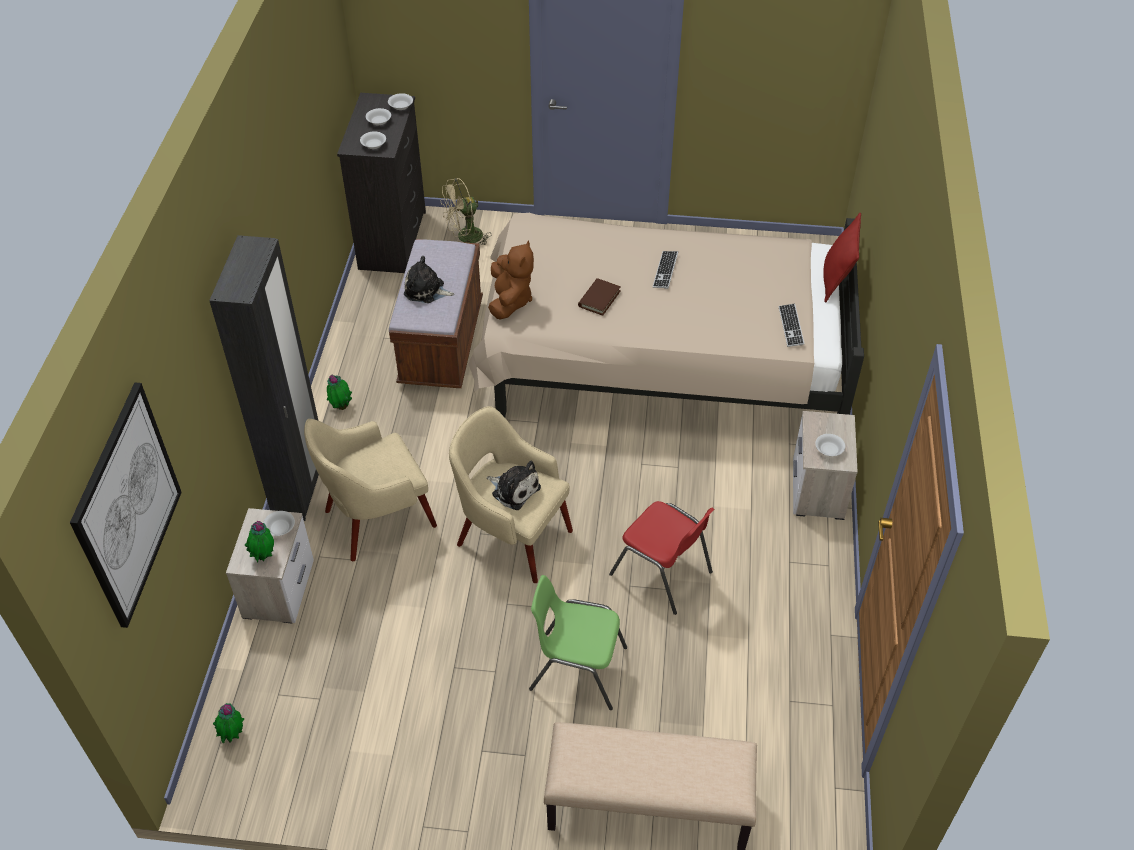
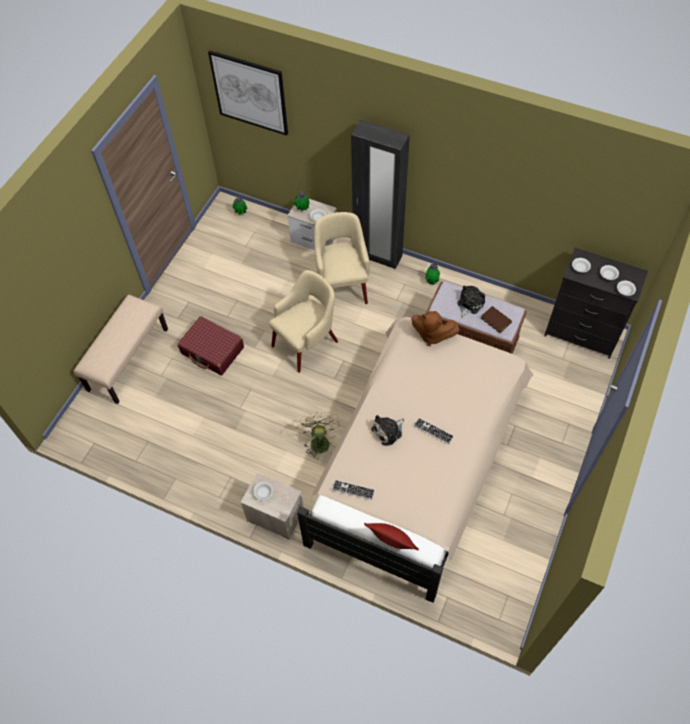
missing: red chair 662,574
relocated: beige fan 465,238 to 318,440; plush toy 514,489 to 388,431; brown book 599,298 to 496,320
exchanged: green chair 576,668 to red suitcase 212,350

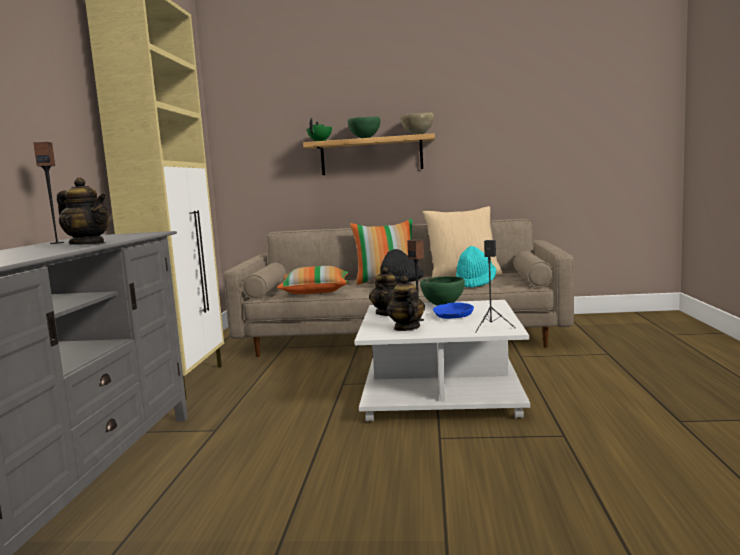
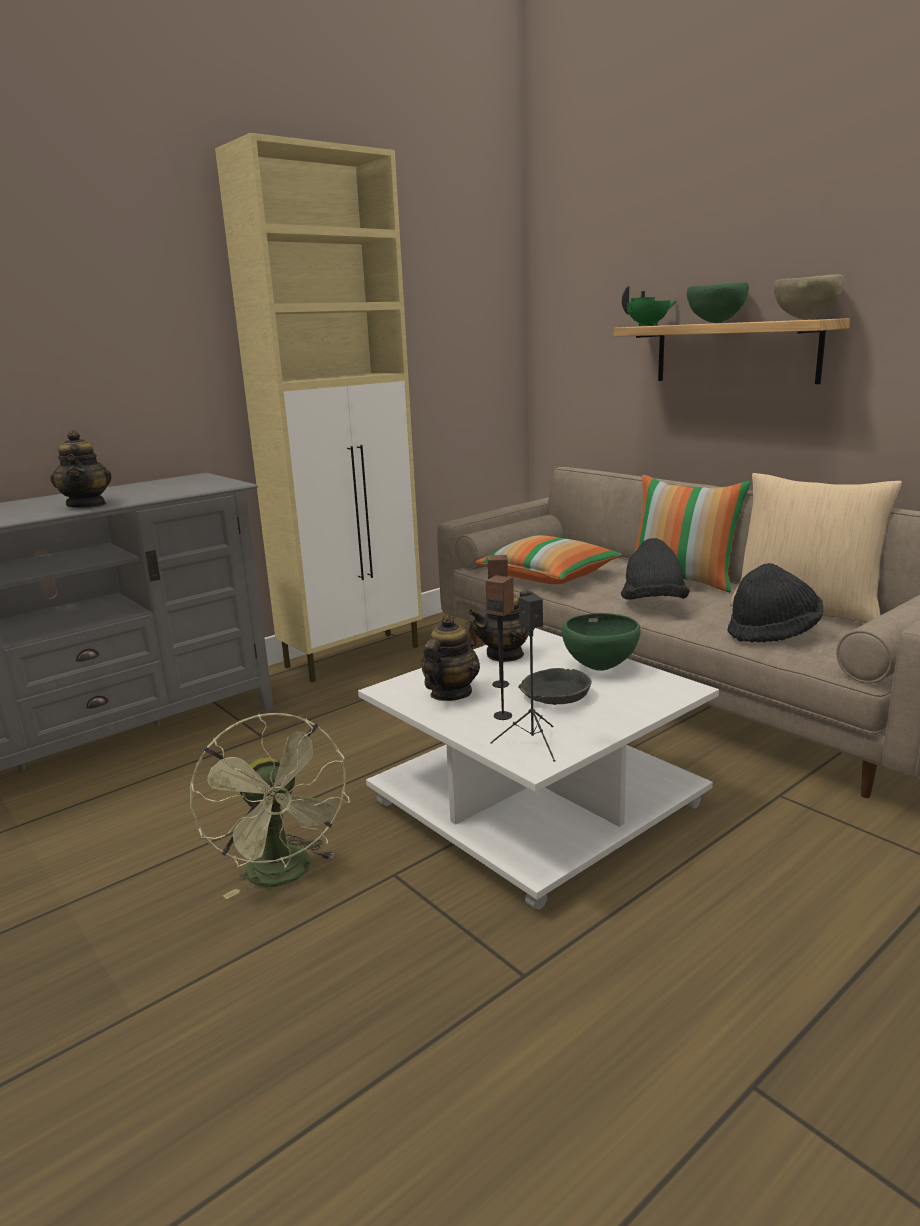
appeared: green fan 285,876
relocated: speaker 57,243 to 503,715
colour: blue bowl 453,316 to grey bowl 554,695; turquoise hat 475,283 to black hat 773,633

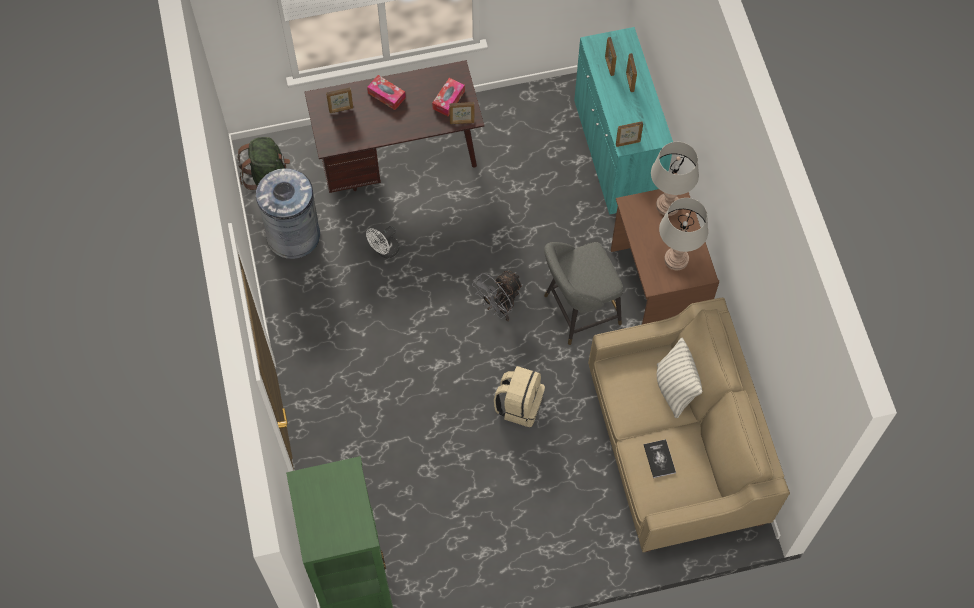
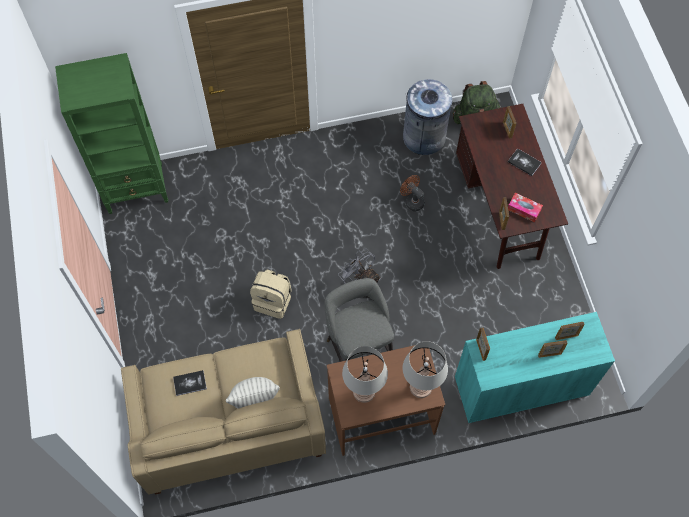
exchanged: tissue box 386,95 to book 524,162
colour: white fan 384,251 to brown fan 412,201

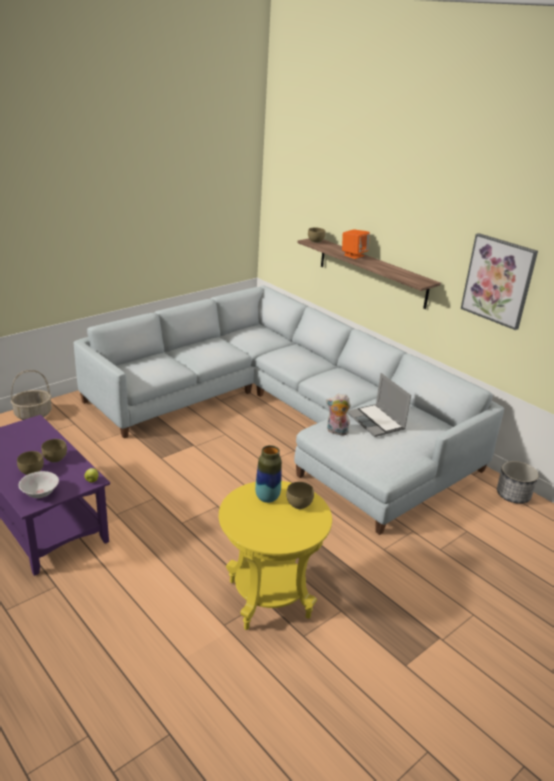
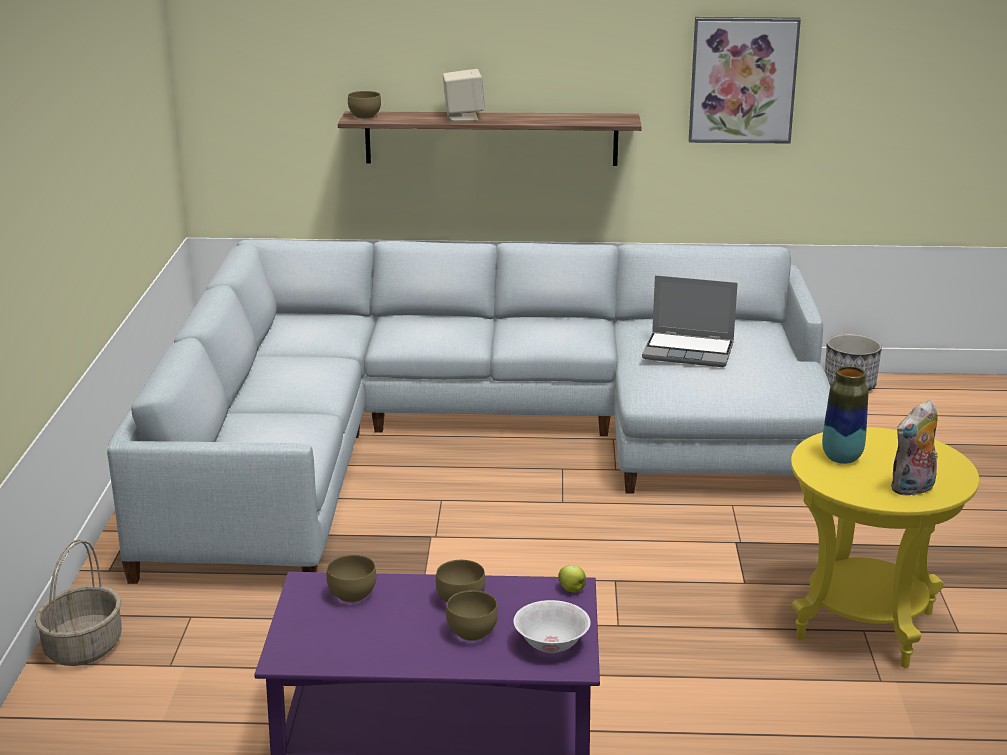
relocated: brown bowl 299,504 to 351,594; plush toy 336,431 to 913,489
colour: orange speaker 354,255 to beige speaker 463,117

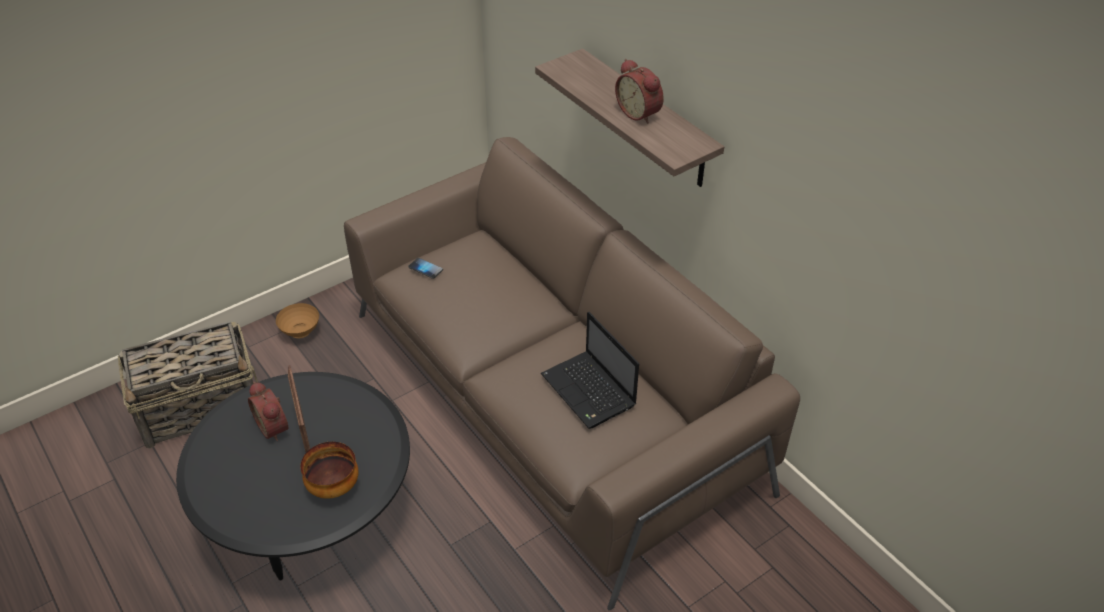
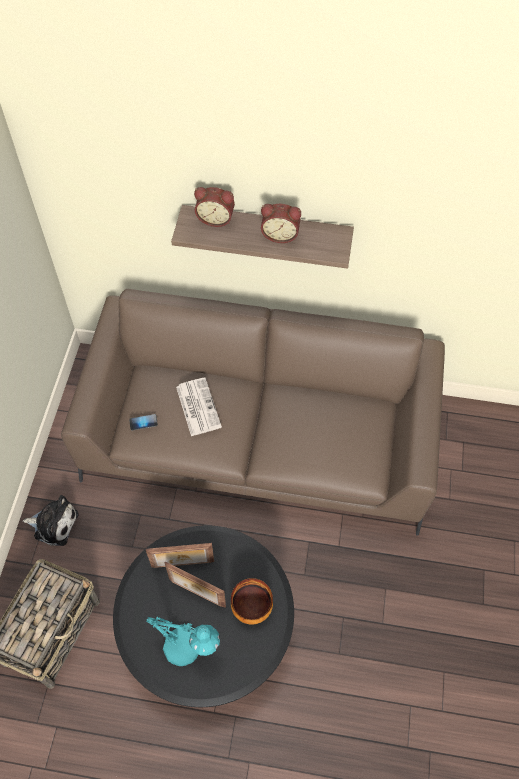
missing: laptop 590,392
appeared: picture frame 182,565; turquoise table lamp 190,650; newspaper 197,406
relocated: alarm clock 275,426 to 216,218
exchanged: brown bowl 301,332 to plush toy 53,524

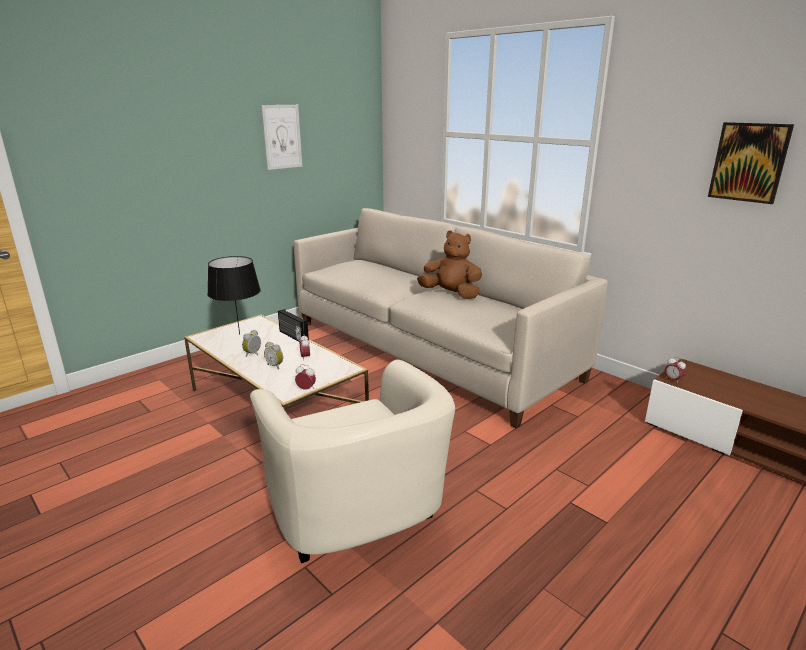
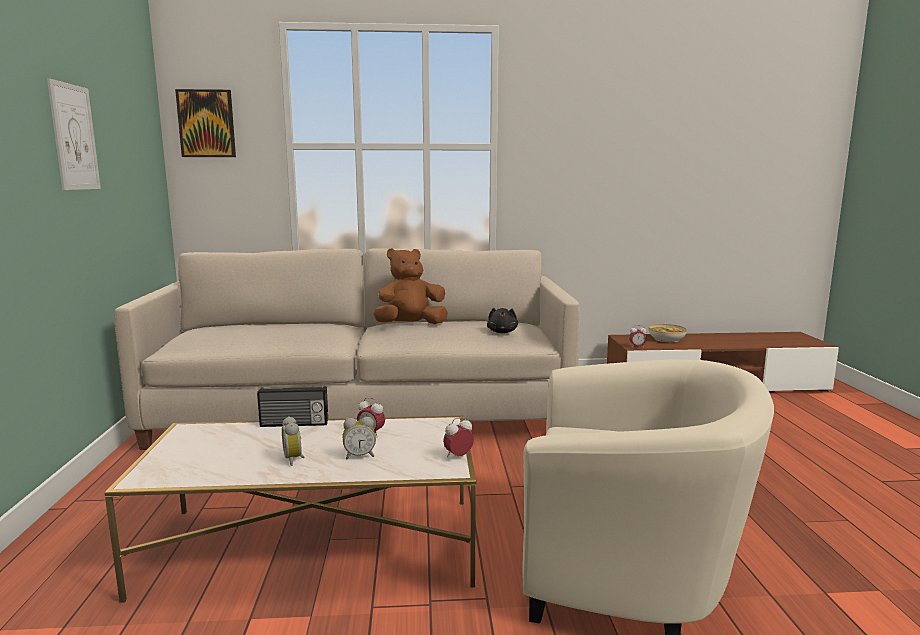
missing: black table lamp 239,334
appeared: black plush toy 502,332; bowl 666,339
relocated: picture 749,162 to 206,124

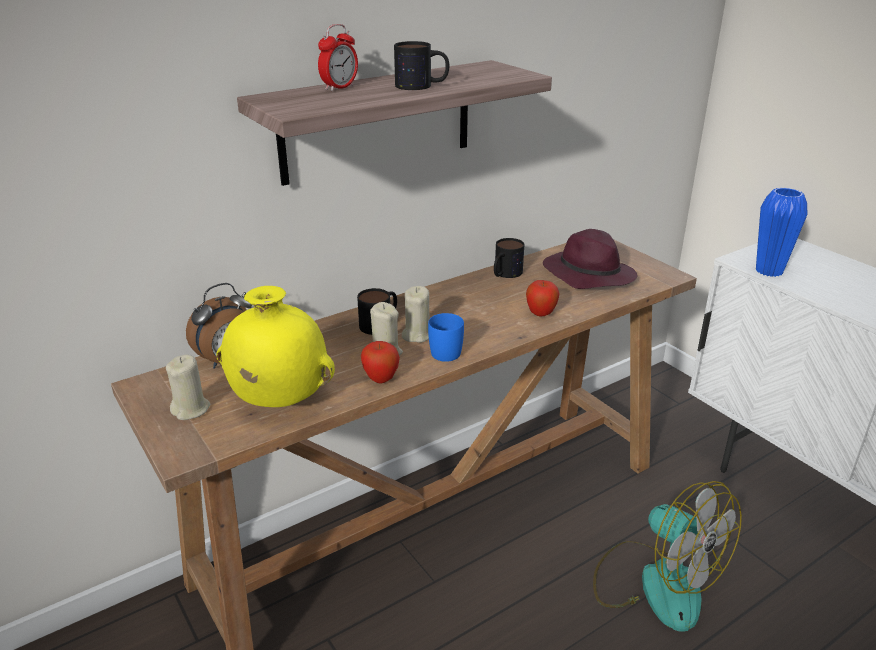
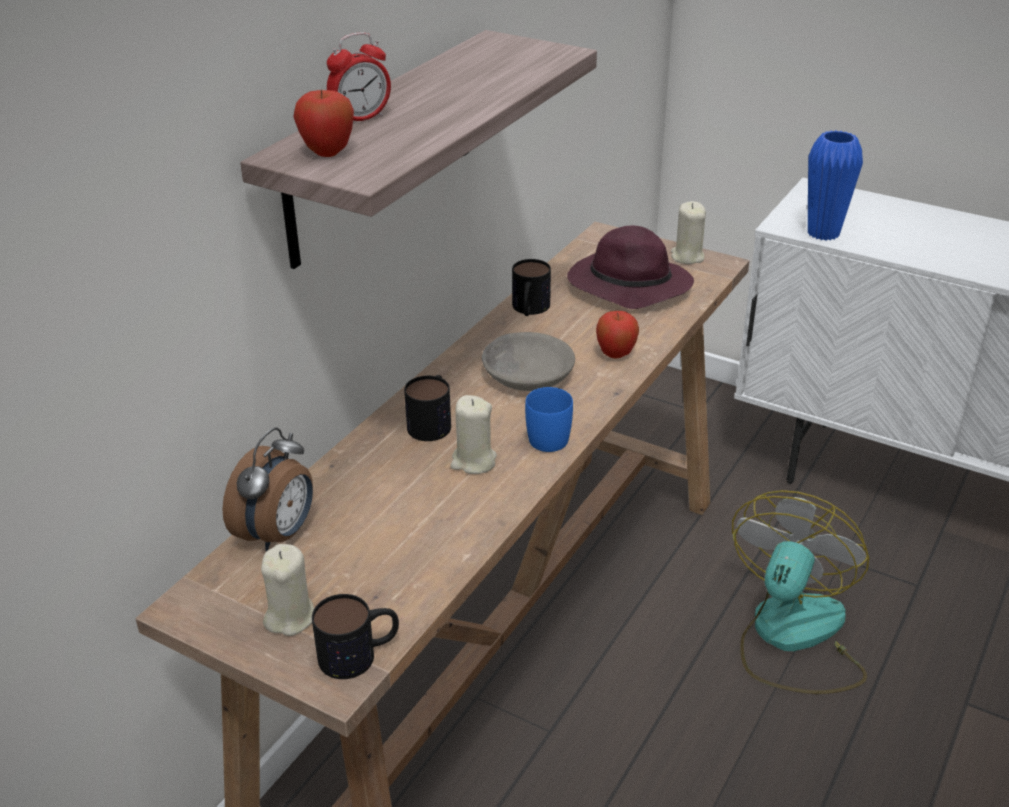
missing: yellow vase 279,401
appeared: grey bowl 527,374
relocated: apple 381,379 to 327,153; mug 422,86 to 359,654; beige candle 416,335 to 687,256
spun: alarm clock 339,88 = 361,118 45 degrees clockwise; fan 656,582 = 792,638 90 degrees counterclockwise

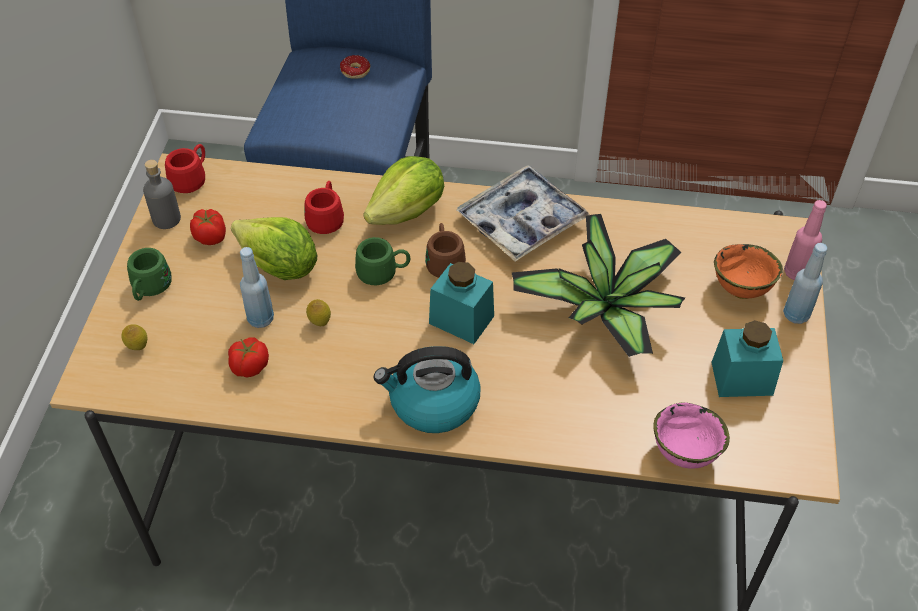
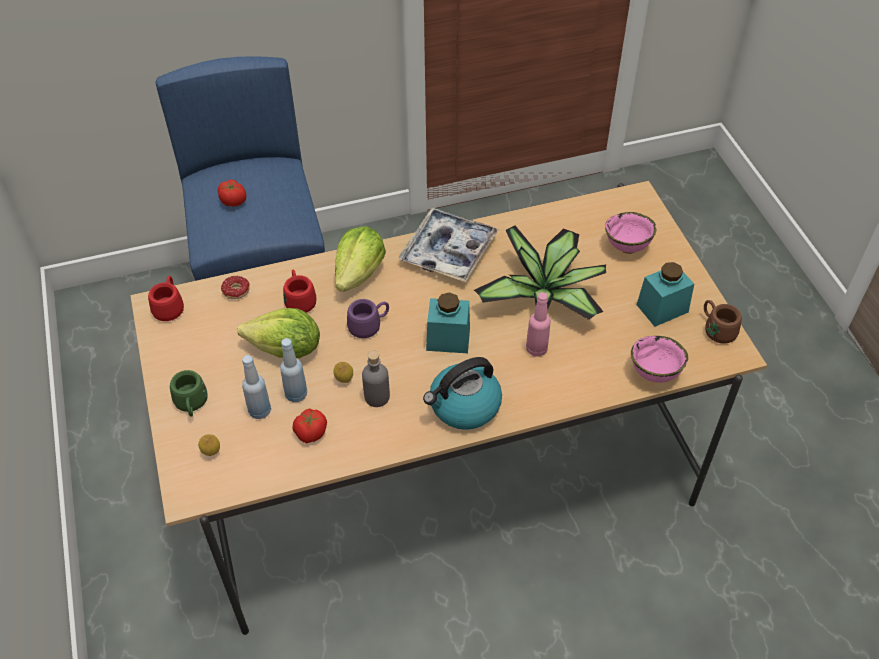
relocated: tomato 211,237 to 233,201; donut 353,75 to 236,295; blue bottle 795,315 to 260,411; grey bottle 166,219 to 377,397; pink bottle 796,272 to 536,349; brown mug 444,261 to 716,329
colour: green mug 383,273 to purple mug 369,326; orange bowl 740,289 to pink bowl 626,247

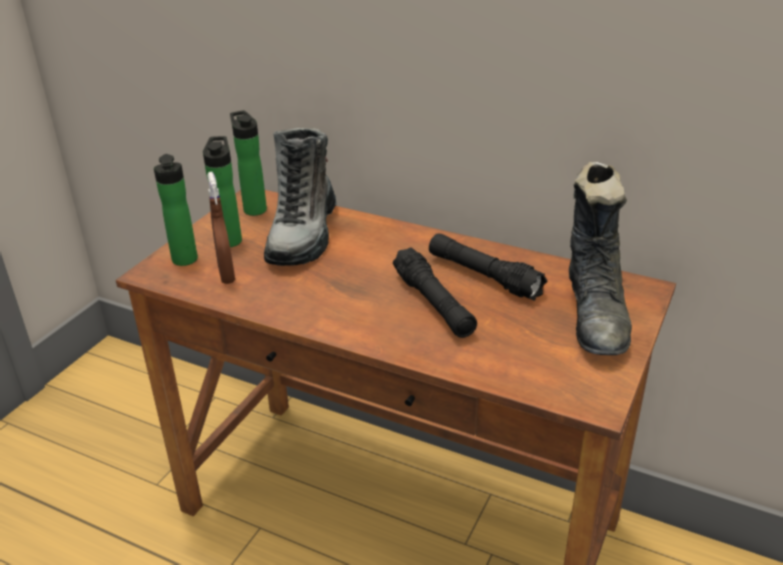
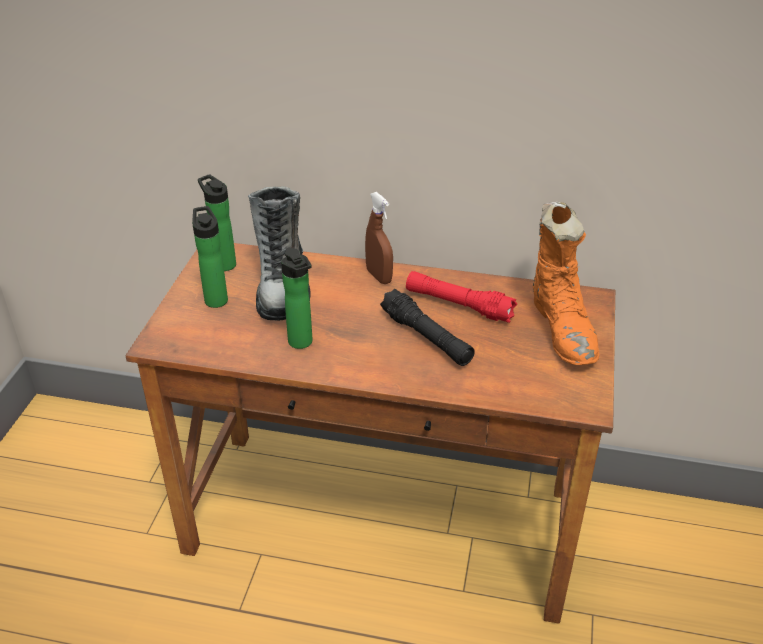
relocated: bottle 185,261 to 302,343; brown spray bottle 226,275 to 379,276
colour: black flashlight 483,276 to red flashlight 458,305; black boot 596,316 to orange boot 562,329

